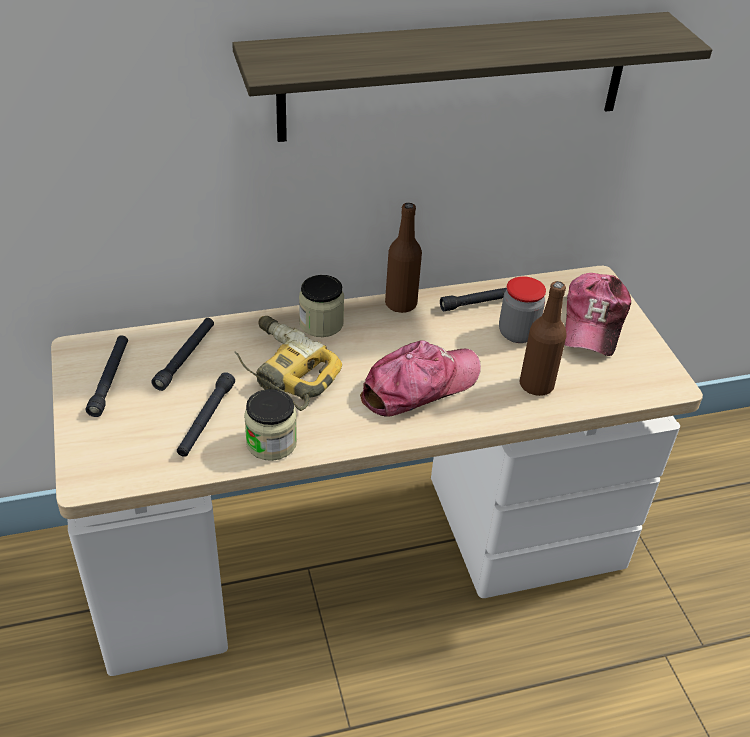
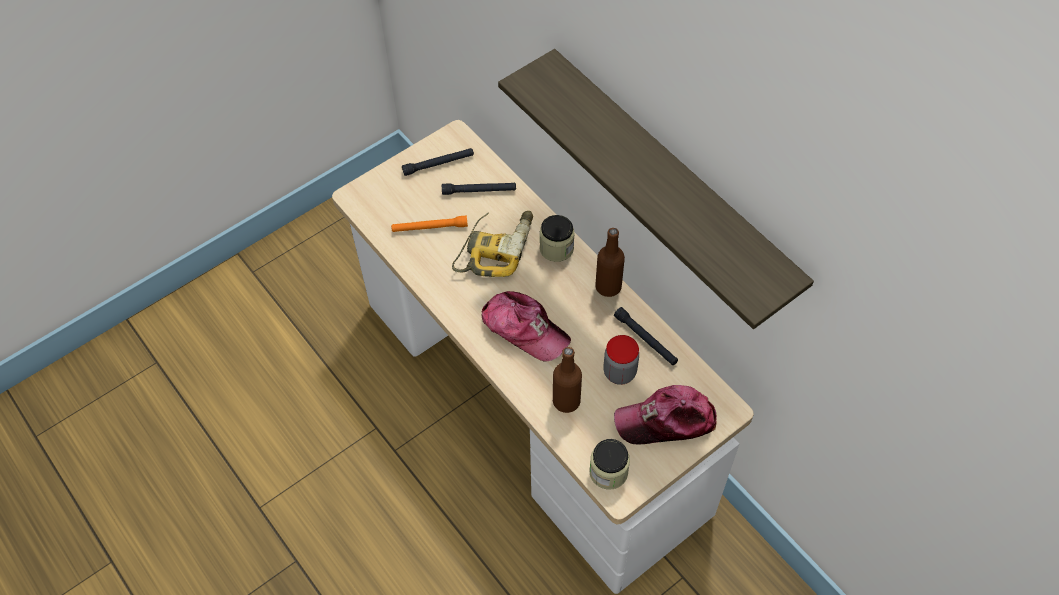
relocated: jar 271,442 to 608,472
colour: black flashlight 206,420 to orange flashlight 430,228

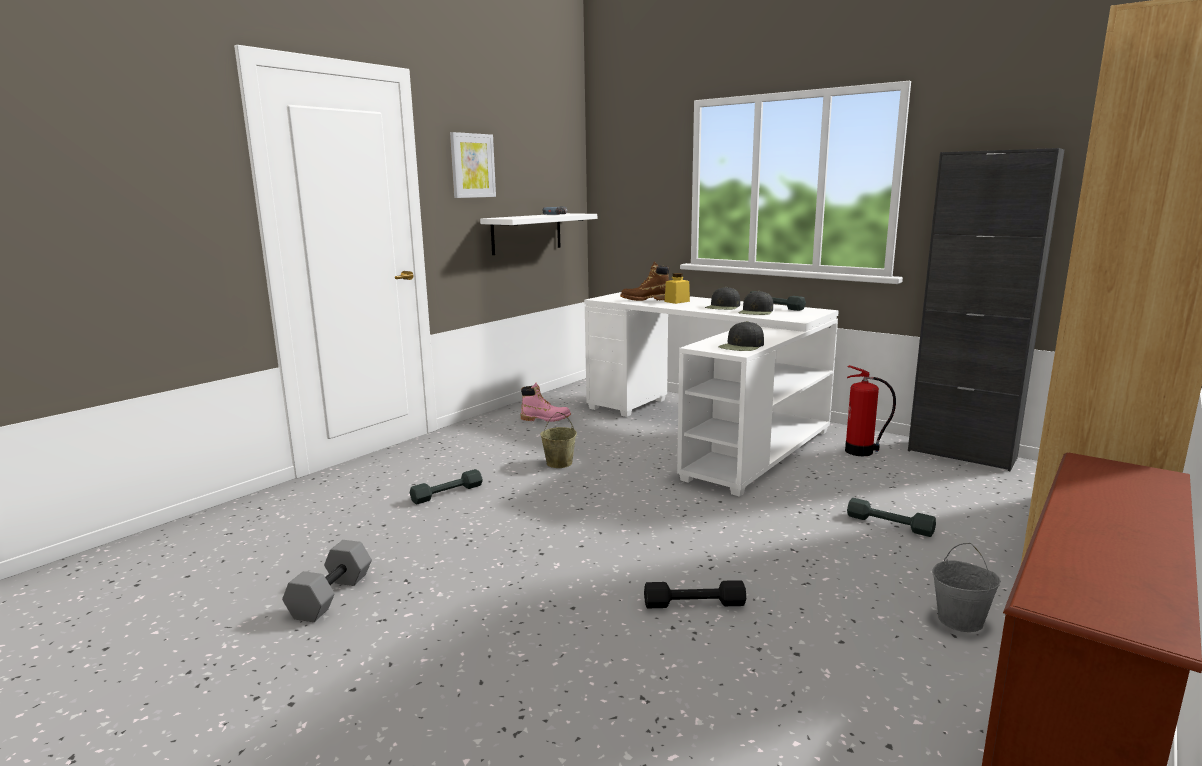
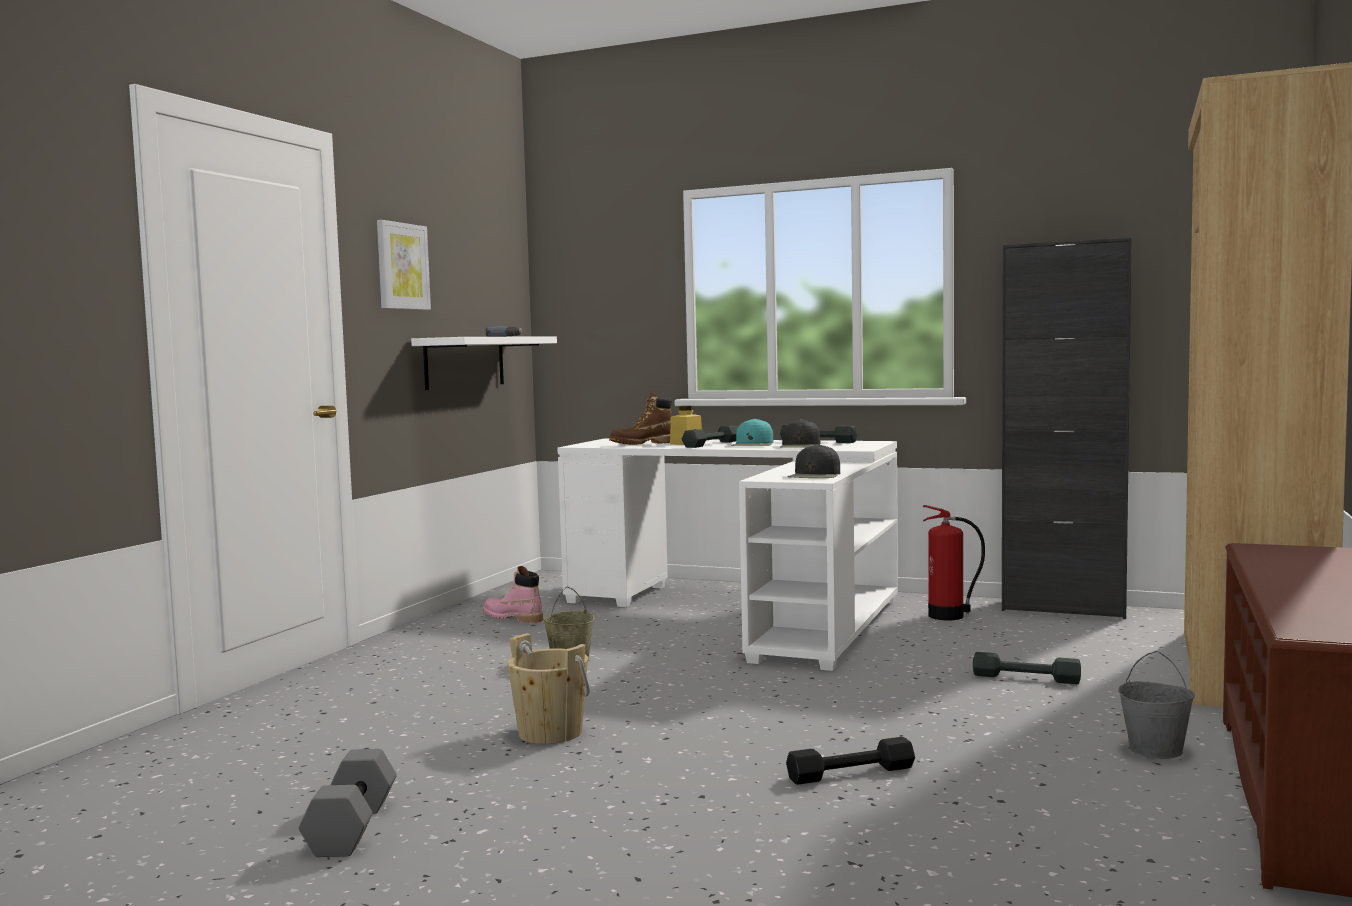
appeared: beige bucket 550,733
relocated: grey dumbbell 447,493 to 711,444
colour: black cap 723,307 to turquoise cap 753,444
spun: pink boot 545,419 = 513,618 135 degrees counterclockwise

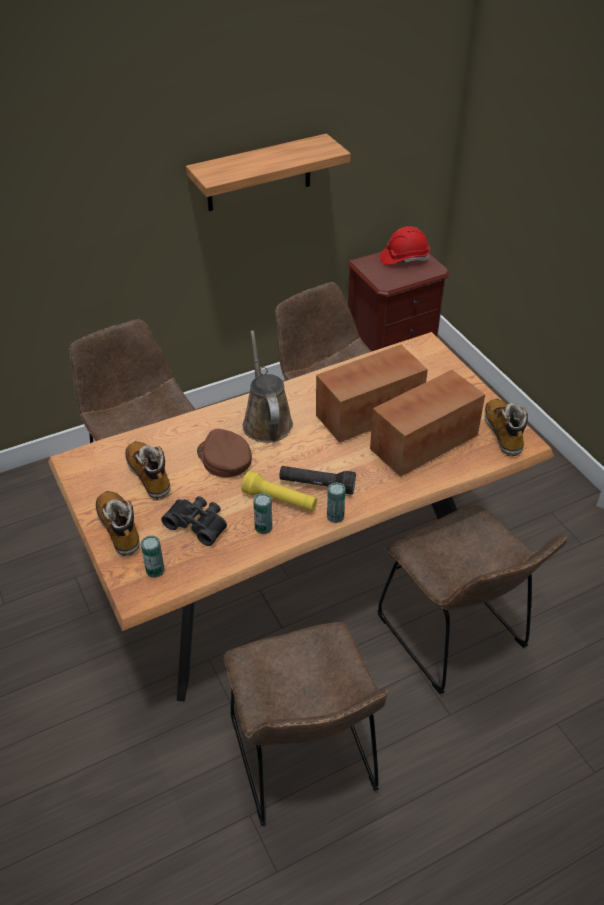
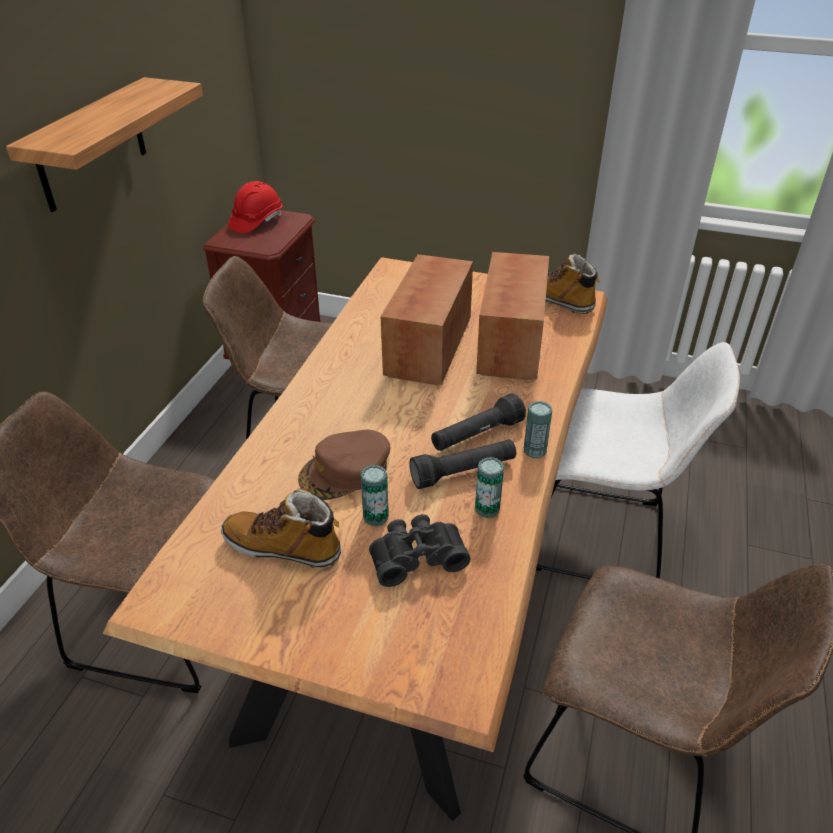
missing: boot 119,528; brown watering can 266,421
relocated: can 155,570 to 375,517
colour: yellow flashlight 280,500 to black flashlight 463,472; brown chair 455,637 to white chair 603,536
spun: brown cap 224,458 = 345,472 45 degrees counterclockwise

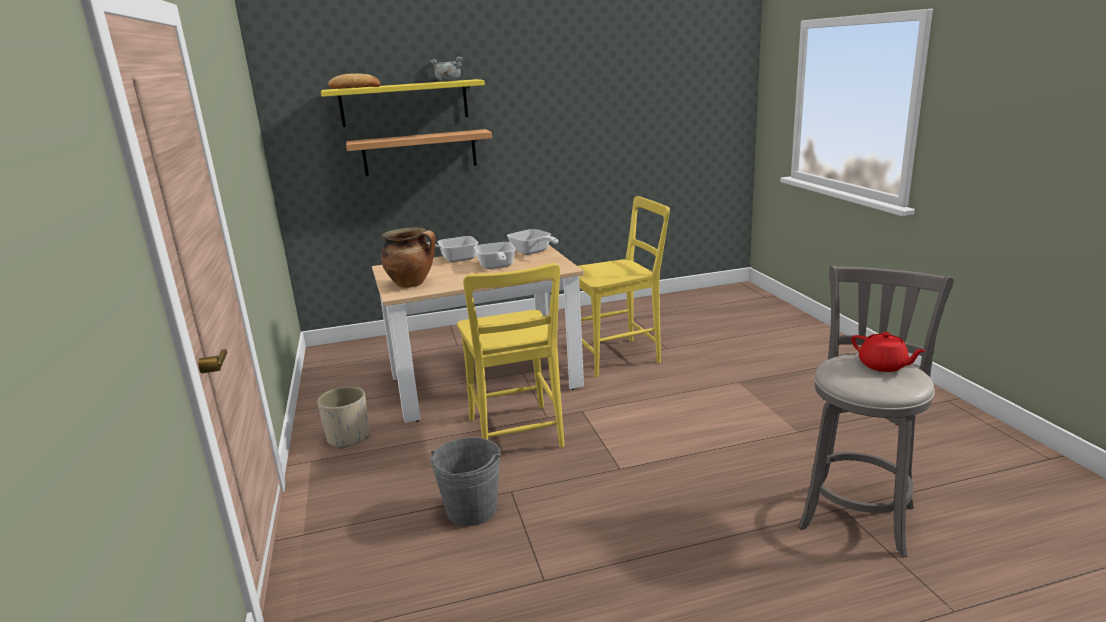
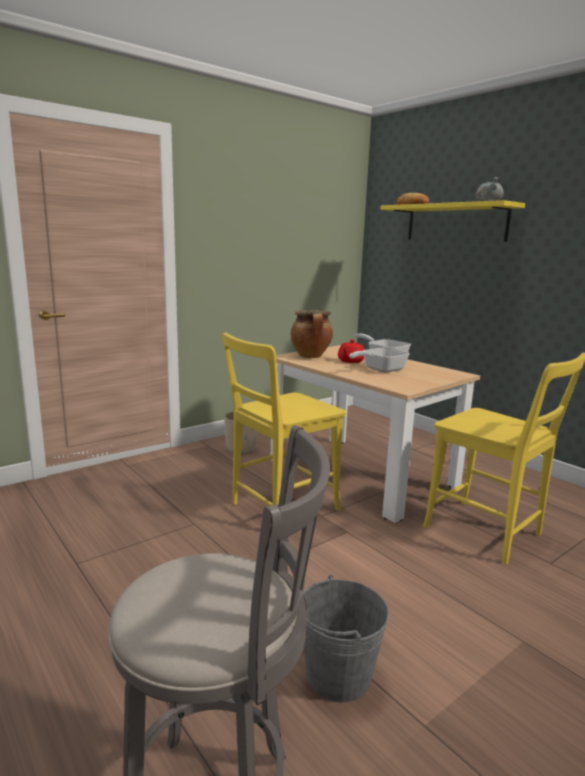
missing: shelf 420,152; frying pan 532,252
relocated: grey bucket 471,510 to 338,675; red teapot 883,366 to 350,361

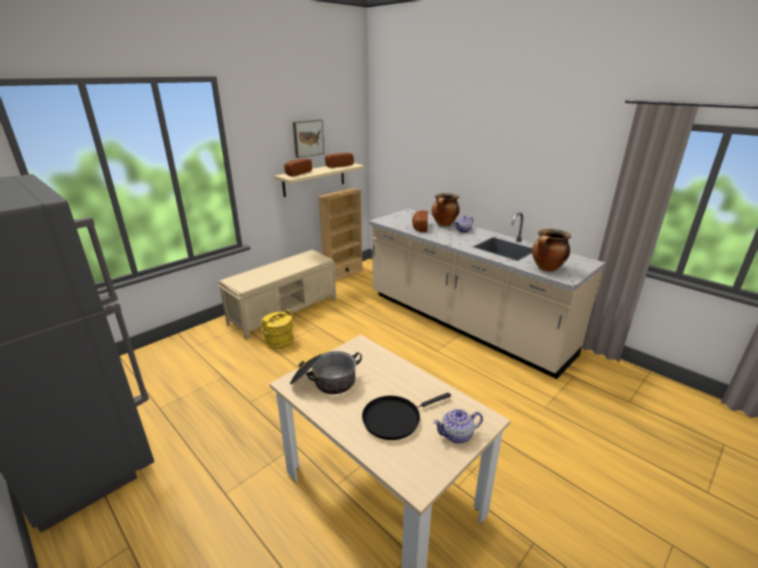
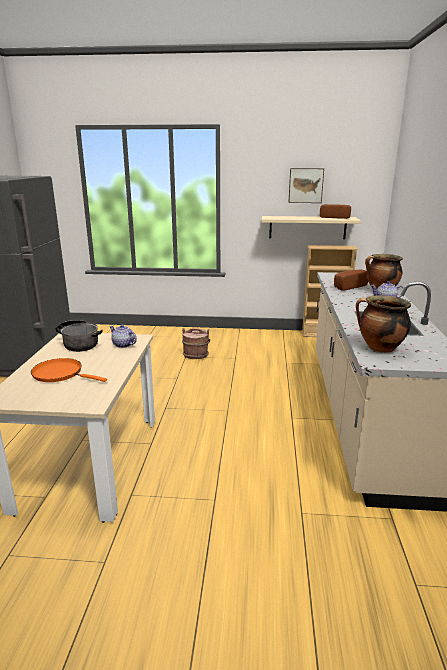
missing: beige bench 285,311; bread 297,173
relocated: teapot 457,435 to 123,345
colour: black frying pan 395,418 to orange frying pan 60,374; yellow bucket 279,341 to brown bucket 196,355

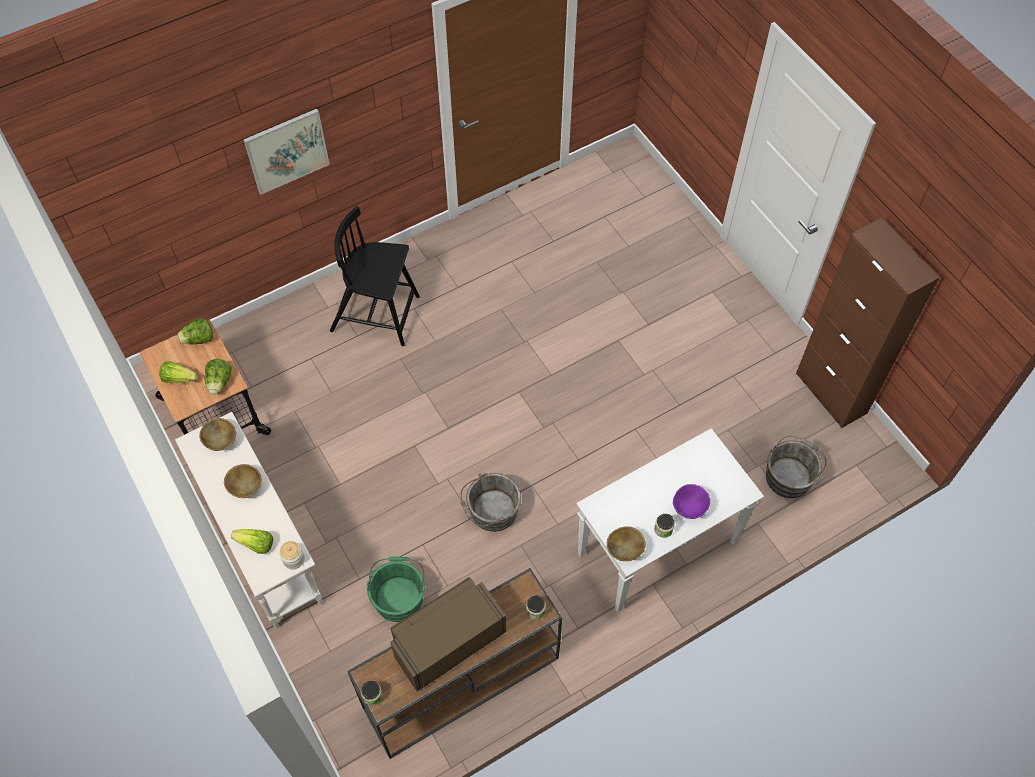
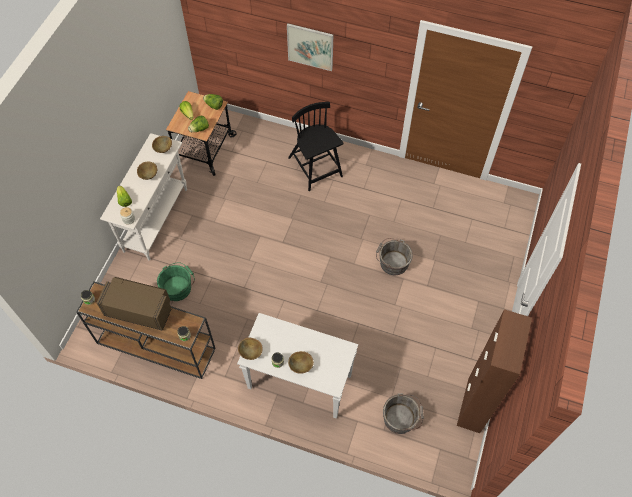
relocated: grey bucket 491,511 to 392,262
colour: purple bowl 689,507 to brown bowl 301,366

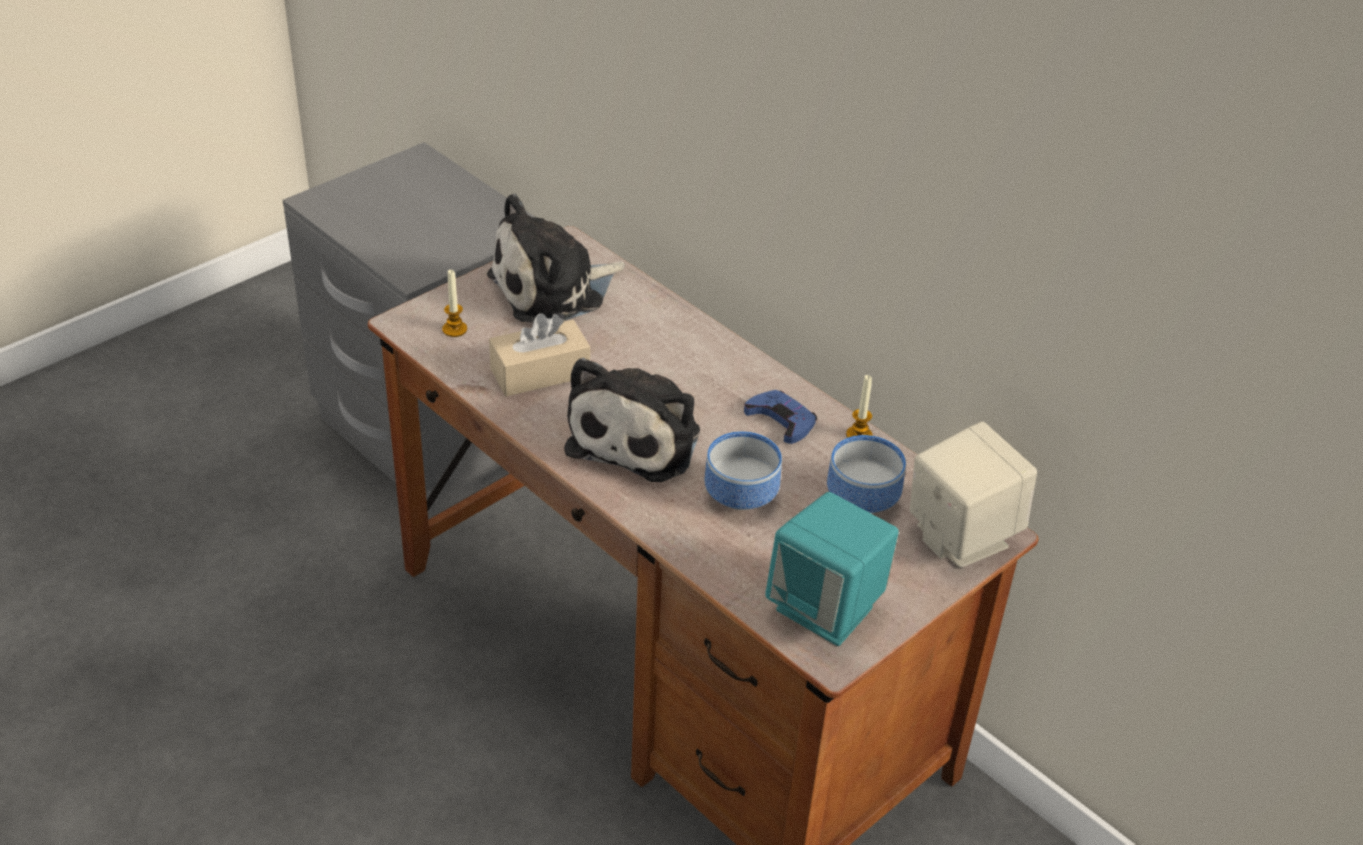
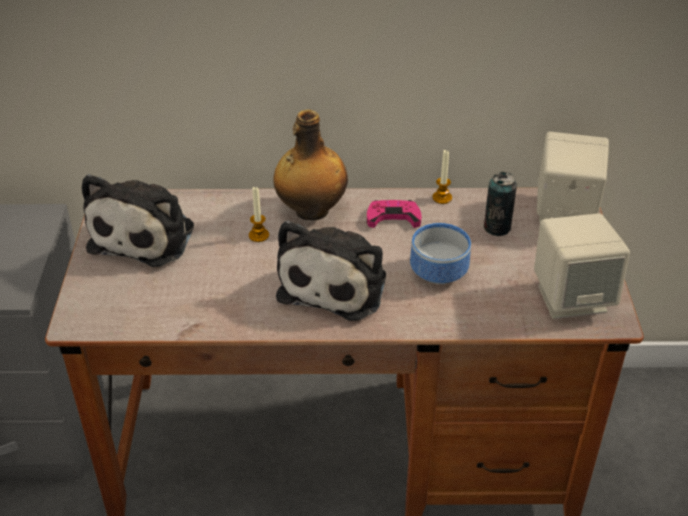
missing: beige tissue box 540,373
appeared: bottle 310,211
relocated: candle 454,329 to 259,235
exchanged: bowl 865,499 to can 497,227
colour: blue game controller 781,420 to pink game controller 393,217; turquoise speaker 826,609 to beige speaker 571,298
spun: plush toy 638,437 = 336,283 45 degrees clockwise

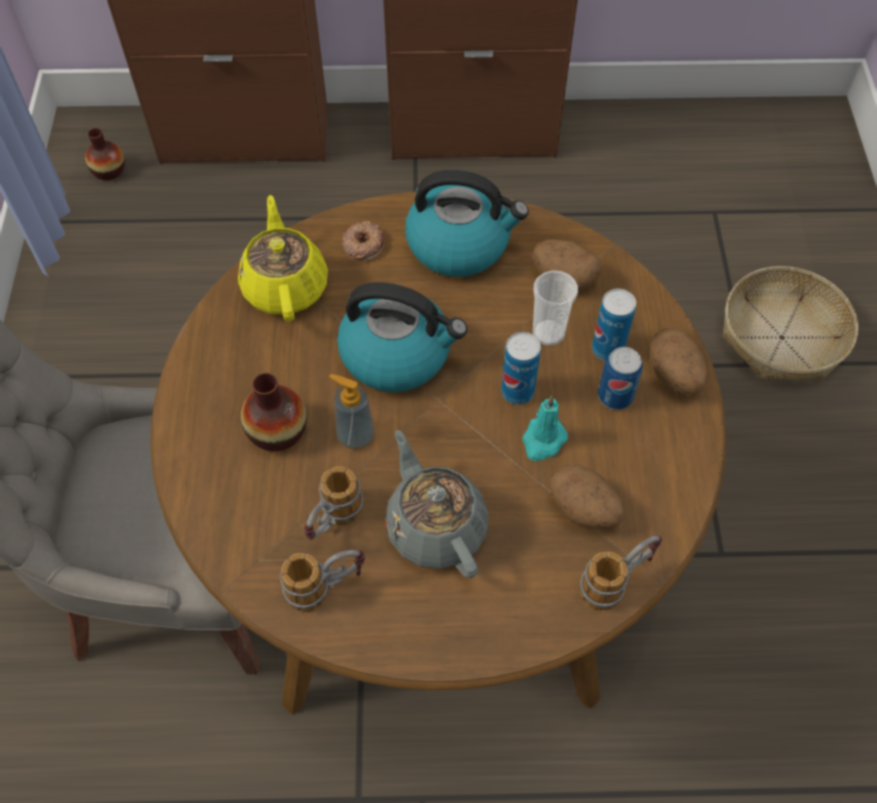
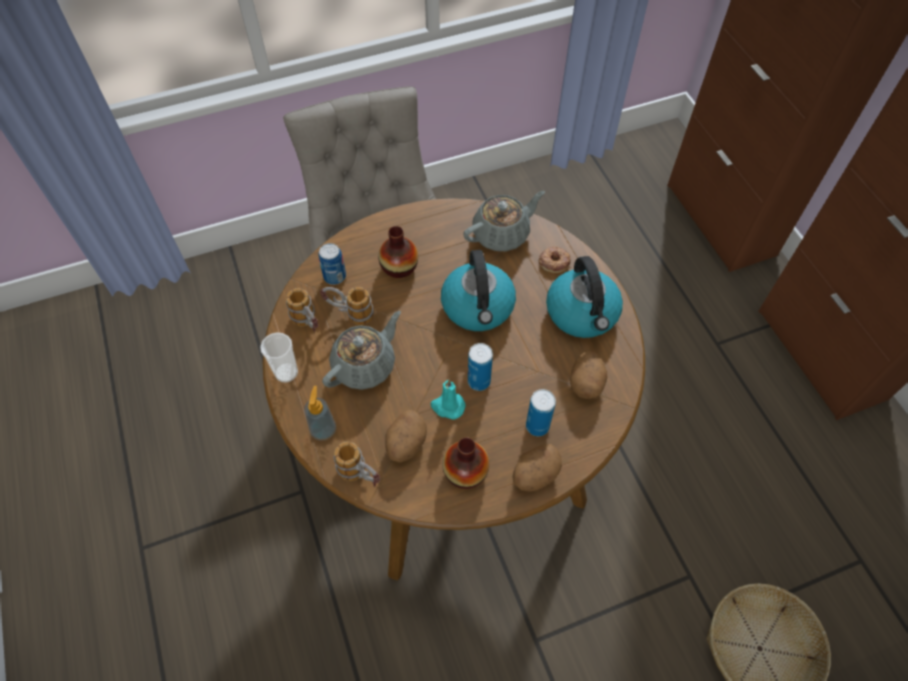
relocated: cup 548,333 to 286,372; soap dispenser 355,436 to 323,430; can 615,396 to 335,276; vase 109,170 to 465,471
colour: yellow teapot 285,286 to grey teapot 502,234

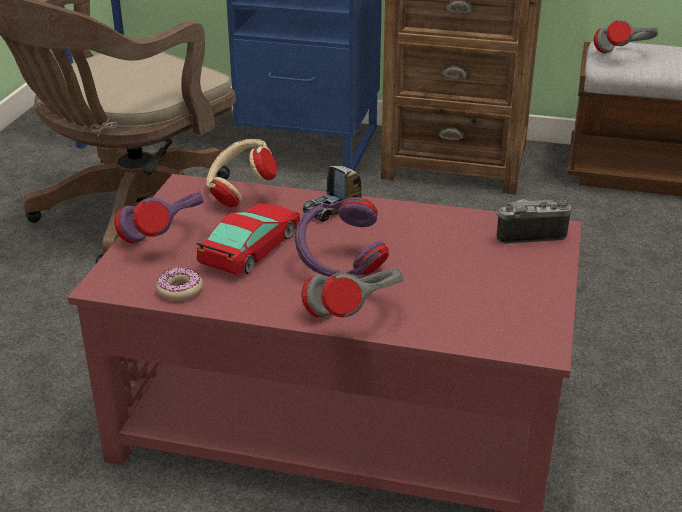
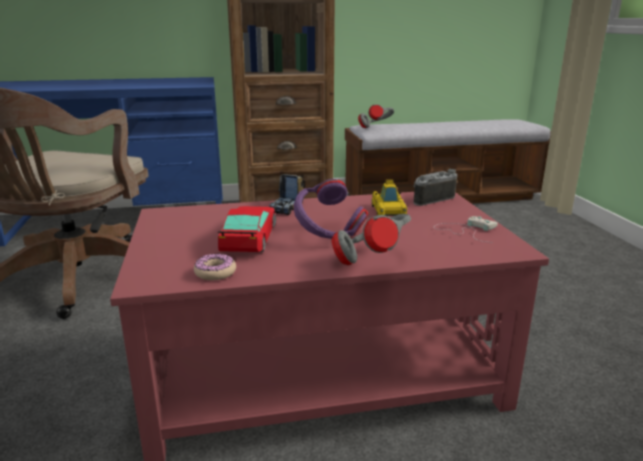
missing: purple headphones 165,239; beige headphones 240,193
appeared: toy car 388,211; white game controller 466,231

